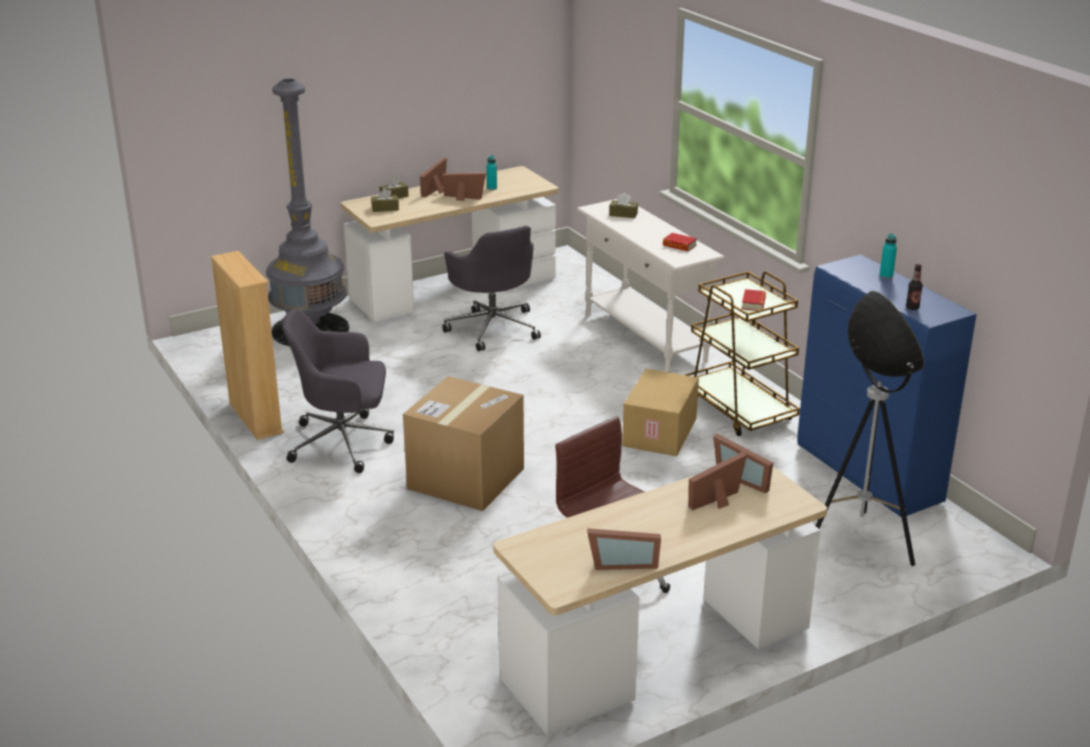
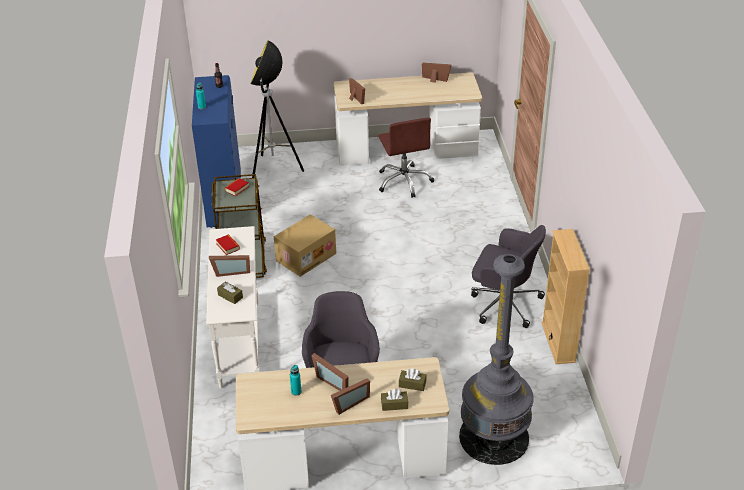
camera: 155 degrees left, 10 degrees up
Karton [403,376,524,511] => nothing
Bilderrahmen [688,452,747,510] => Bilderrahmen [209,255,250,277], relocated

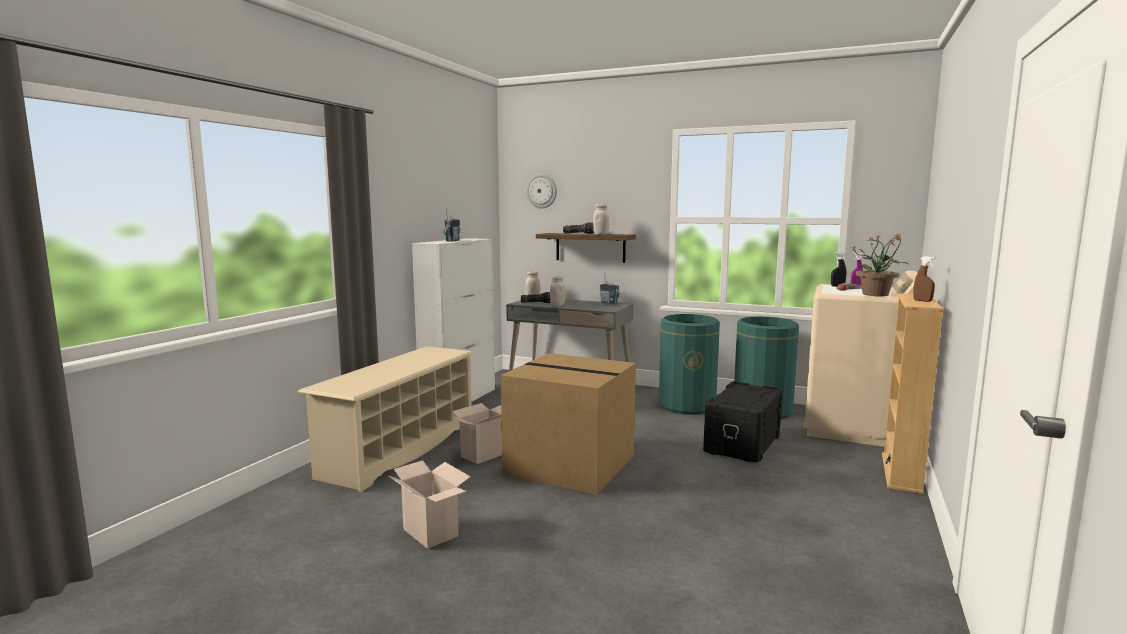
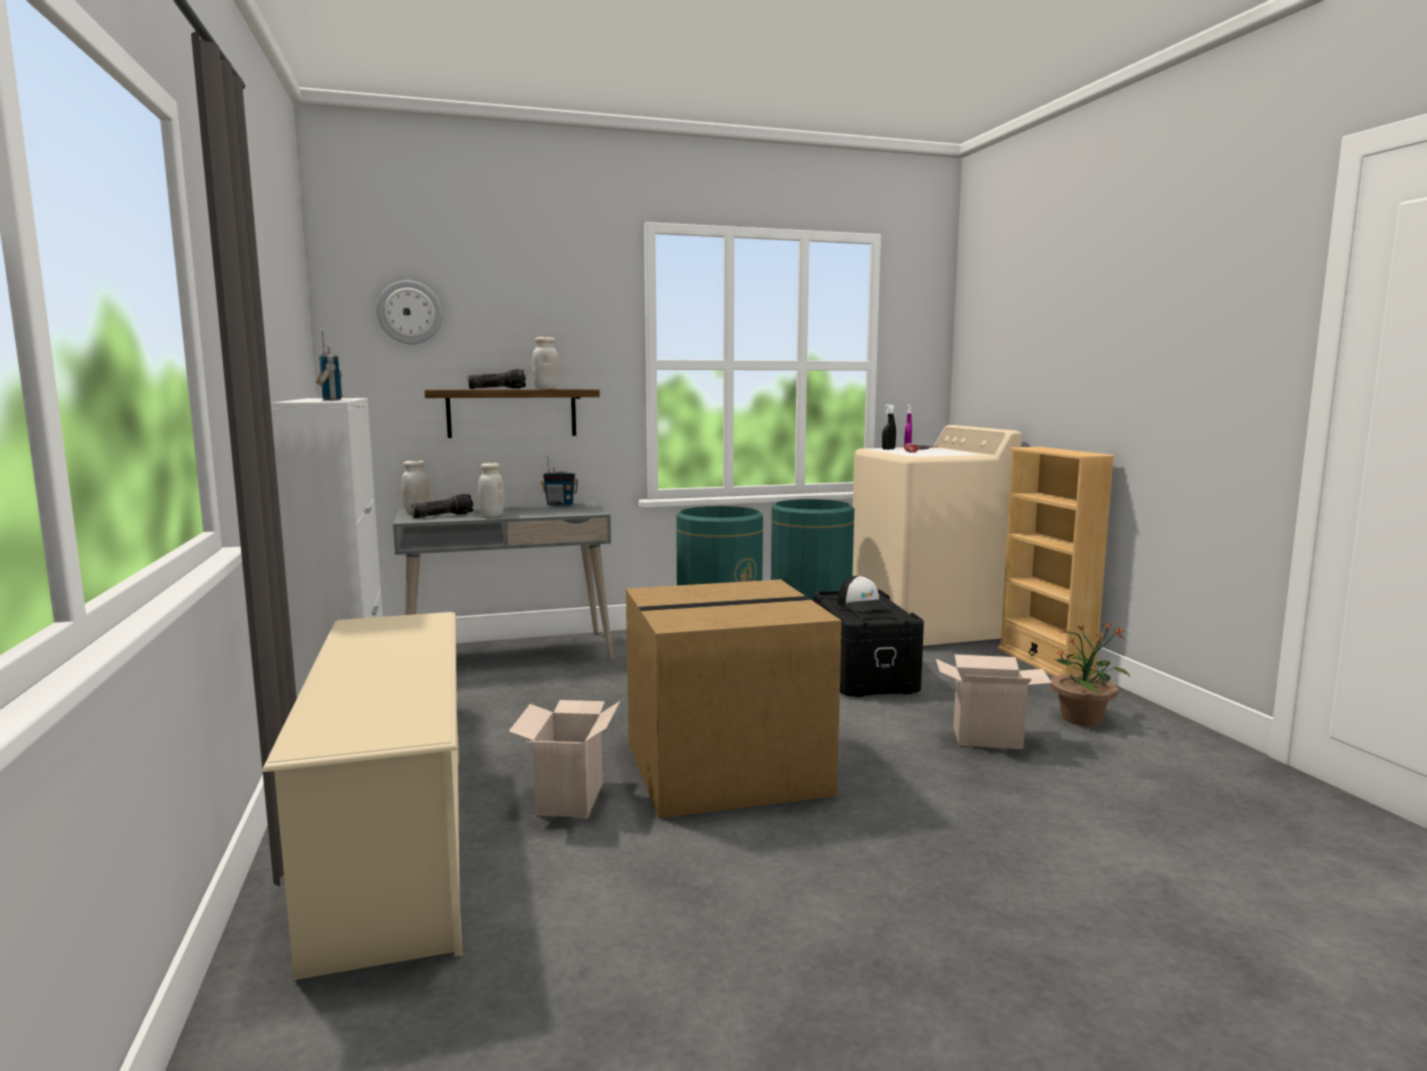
camera: 40 degrees left, 0 degrees up
Karton [388,460,470,549] => Karton [936,654,1052,749], relocated
Topfpflanze [852,234,908,296] => Topfpflanze [1050,622,1130,726], relocated
Sprühflasche [braun] [914,256,935,302] => nothing
nothing => Kappe [838,575,891,612]

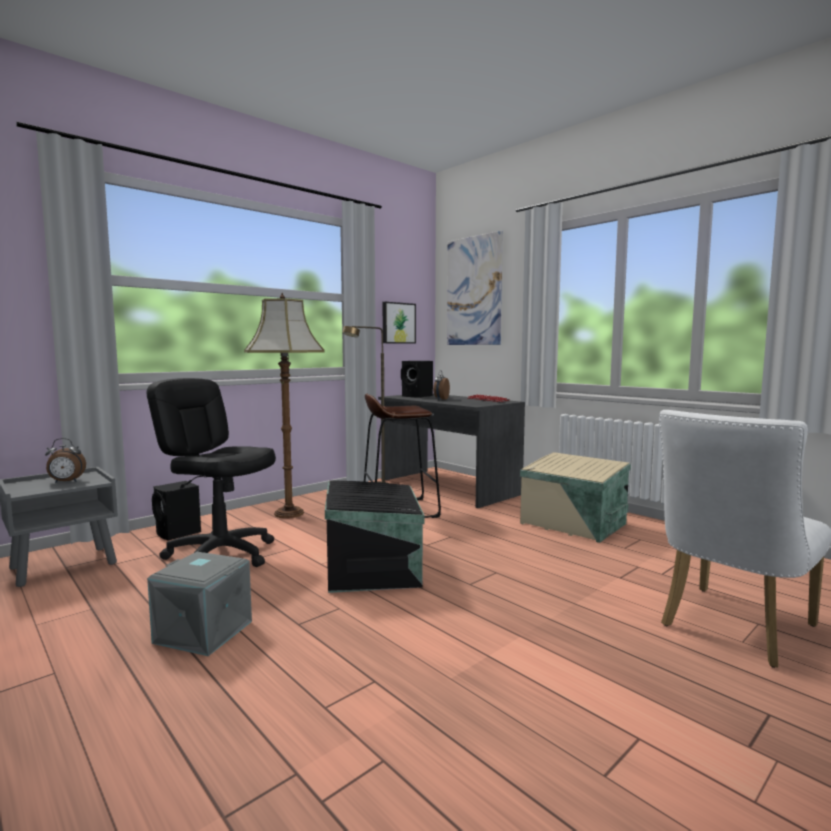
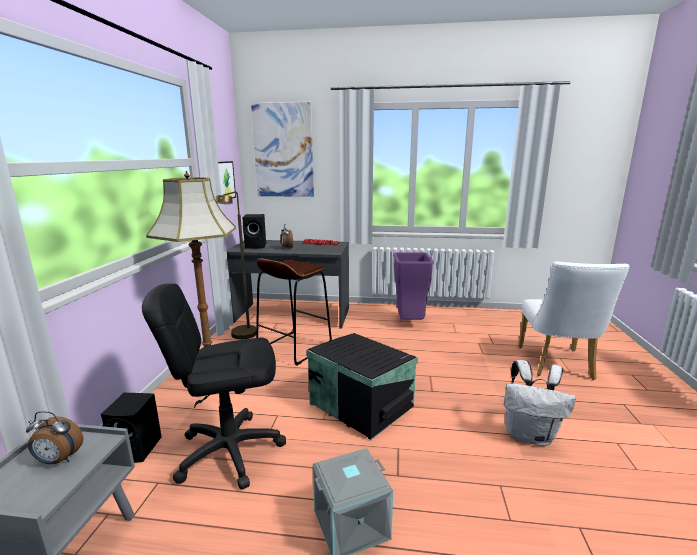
camera: 40 degrees left, 10 degrees up
Wecker [45,438,86,483] => Wecker [26,411,83,464], 60 degrees clockwise
Aufbewahrungsbox [beige] [520,452,631,543] => Mülleimer [lila] [393,252,434,320]
nothing => Rucksack [weiß] [504,360,576,446]

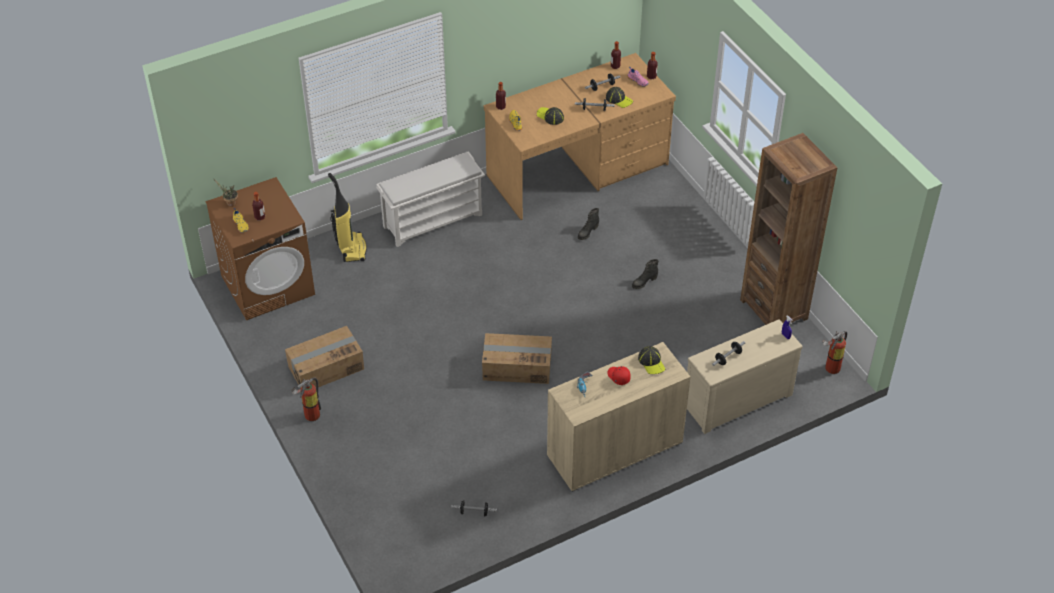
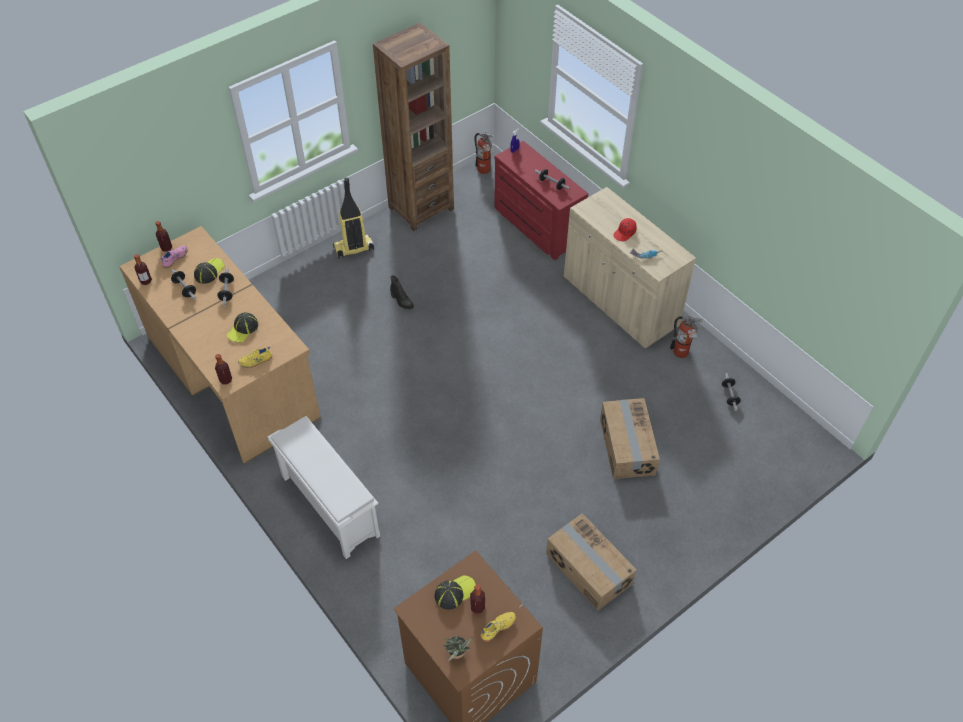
camera: 100 degrees left, 5 degrees up
Feuerlöscher [291,378,321,421] => Feuerlöscher [670,316,703,358], relocated
Staubsauger [328,173,367,262] => Staubsauger [333,178,374,258], relocated
Karton [482,333,552,384] => Karton [600,398,660,479], relocated
Stiefel [schwarz] [578,208,599,240] => nothing
Kappe [638,346,665,374] => Kappe [435,575,476,609], relocated
Kommode [beige] [687,319,803,434] => Kommode [rot] [494,141,588,260]

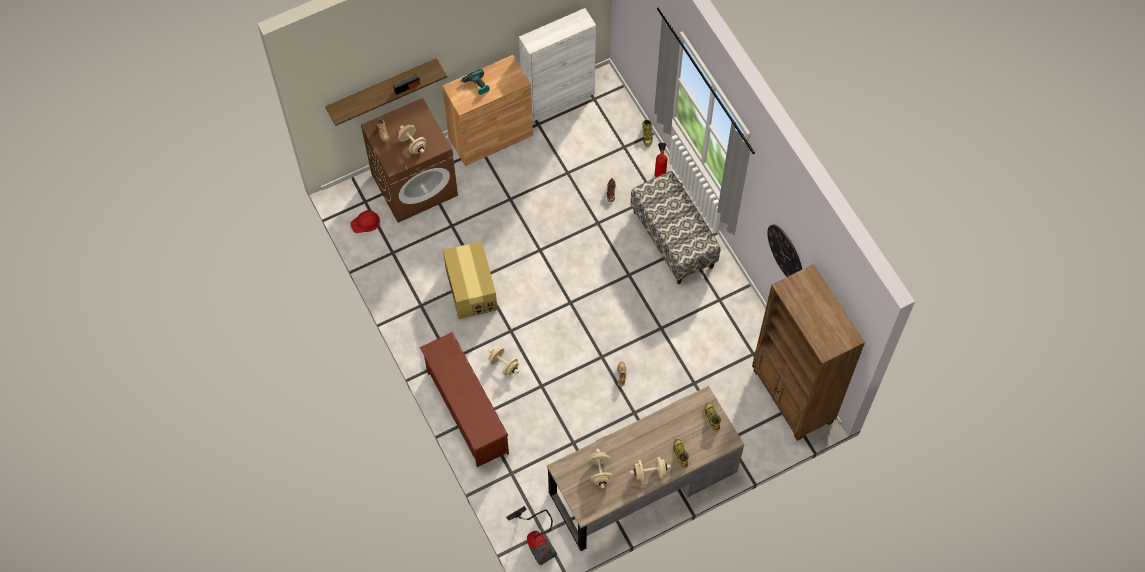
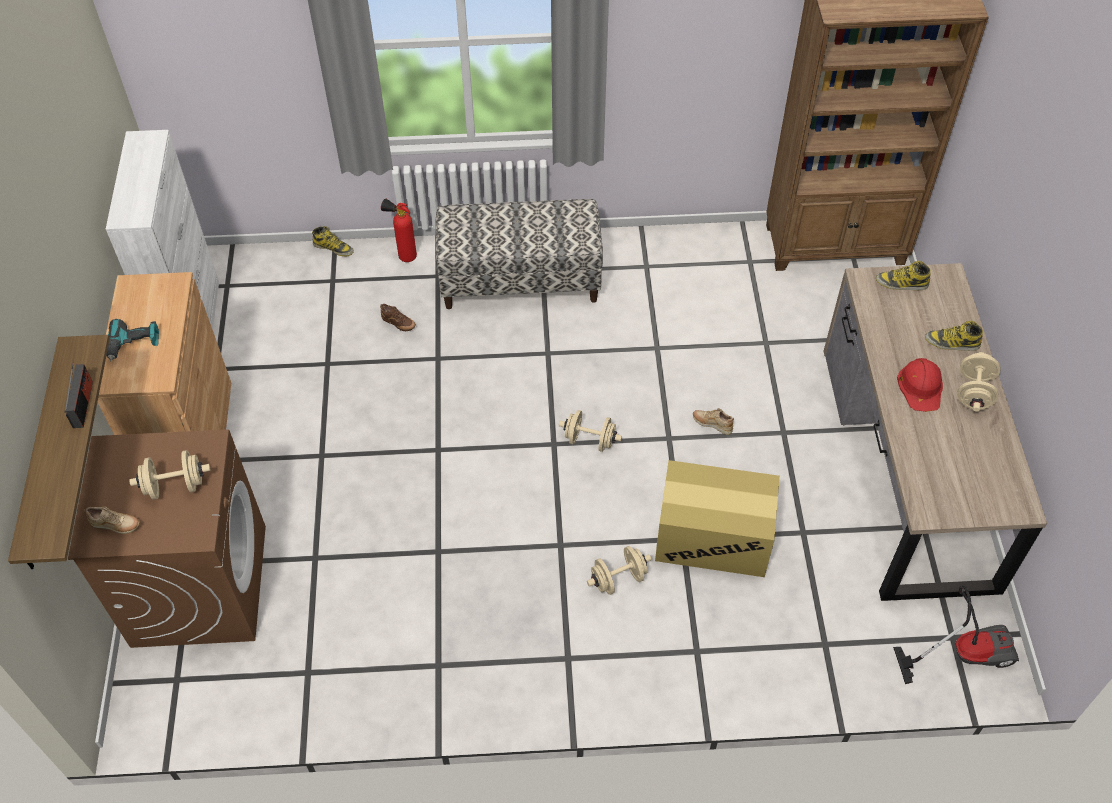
camera: 65 degrees left, 10 degrees down
Schutzhelm [rot] [350,210,380,233] => Schutzhelm [rot] [897,358,943,412], relocated
Schuhregal [braun] [420,332,509,467] => nothing
Karton [443,241,497,319] => Karton [655,460,780,577], relocated
Hantel [beige] [588,449,613,488] => Hantel [beige] [559,410,622,452], relocated
Wanduhr [767,224,802,277] => nothing

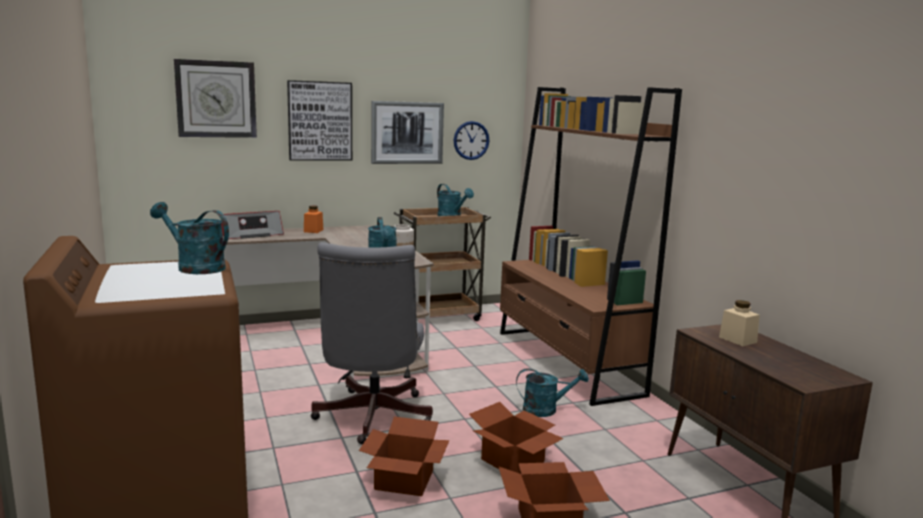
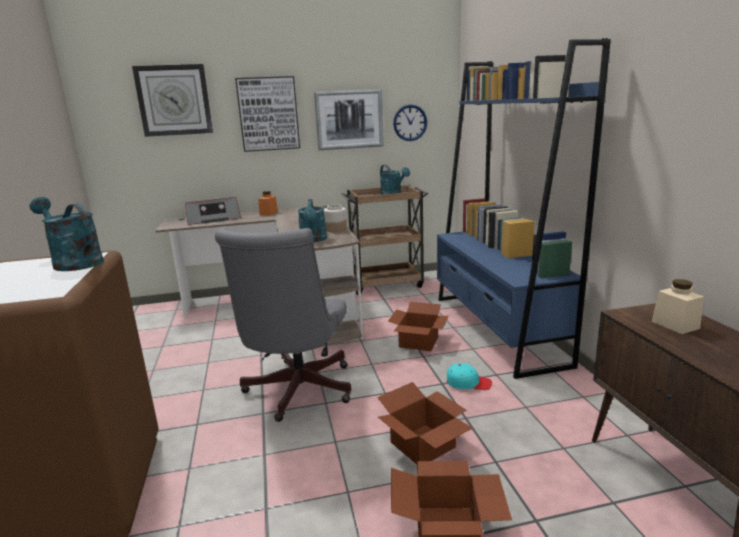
camera: 10 degrees right, 5 degrees up
Karton [359,417,449,496] => Karton [388,302,449,351], relocated
Bücherregal [braun] [500,87,682,406] => Bücherregal [blau] [437,38,611,379]
Gießkanne [türkis] [516,368,589,417] => Kappe [türkis] [447,363,492,390]

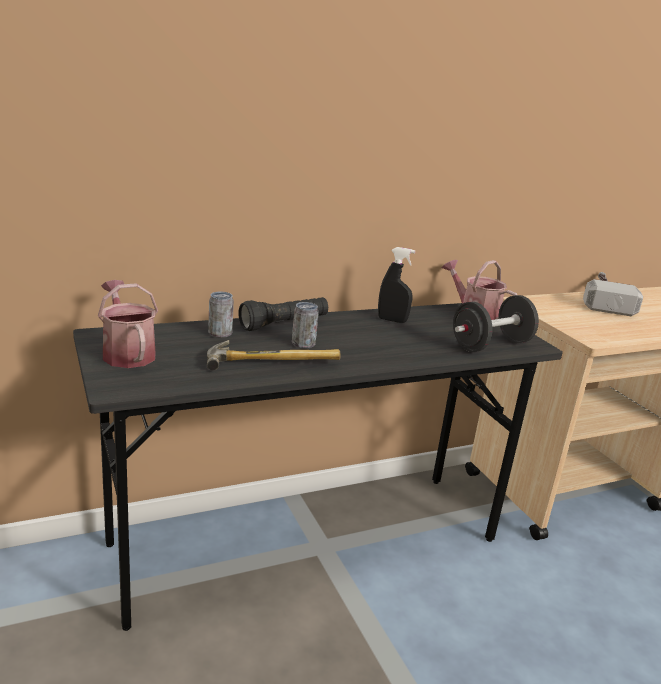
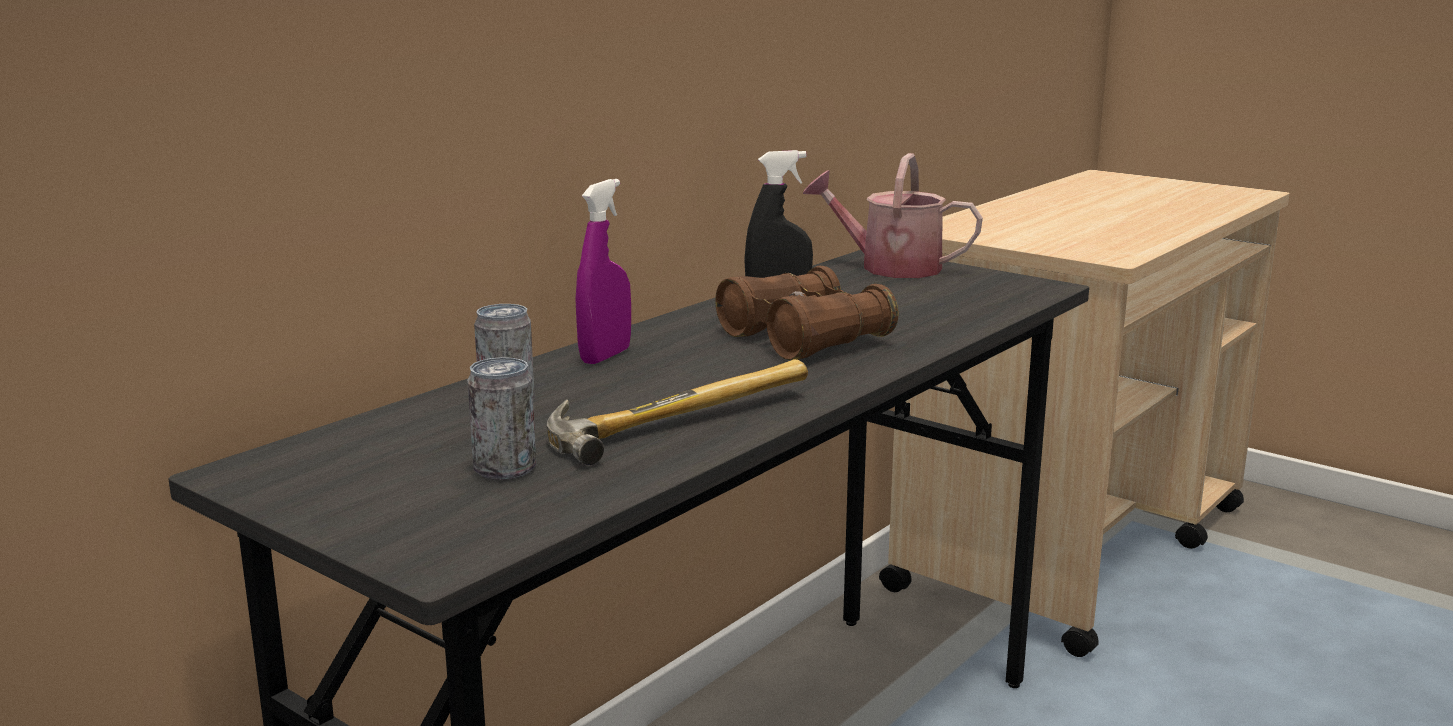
camera: 25 degrees left, 5 degrees down
Gießkanne [98,280,158,368] => nothing
Taschenlampe [schwarz] [238,297,328,331] => Sprühflasche [lila] [575,179,631,364]
Dose [292,302,319,349] => Dose [467,357,536,480], relocated
Hantel [schwarz] [453,295,539,352] => nothing
Hammer [583,272,643,316] => nothing
nothing => Fernglas [braun] [715,266,898,360]

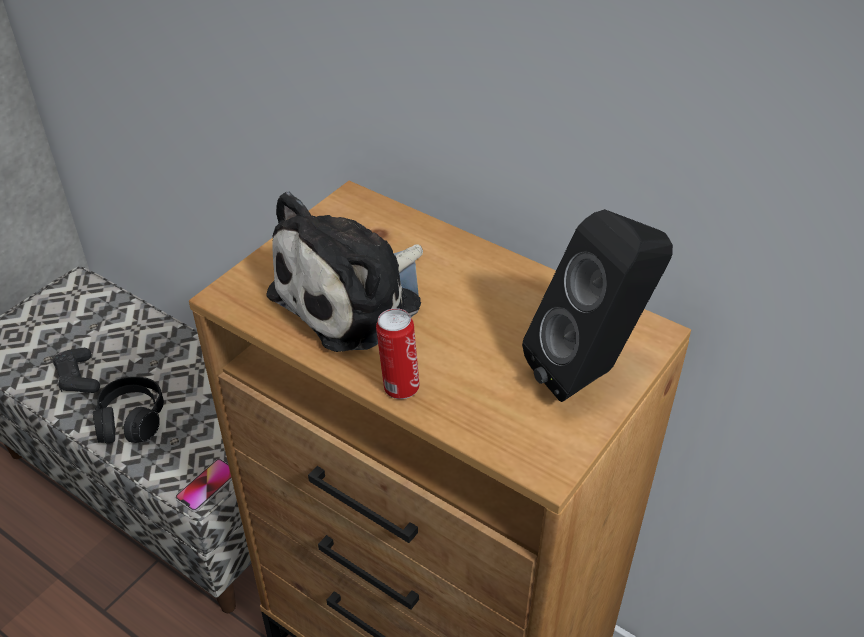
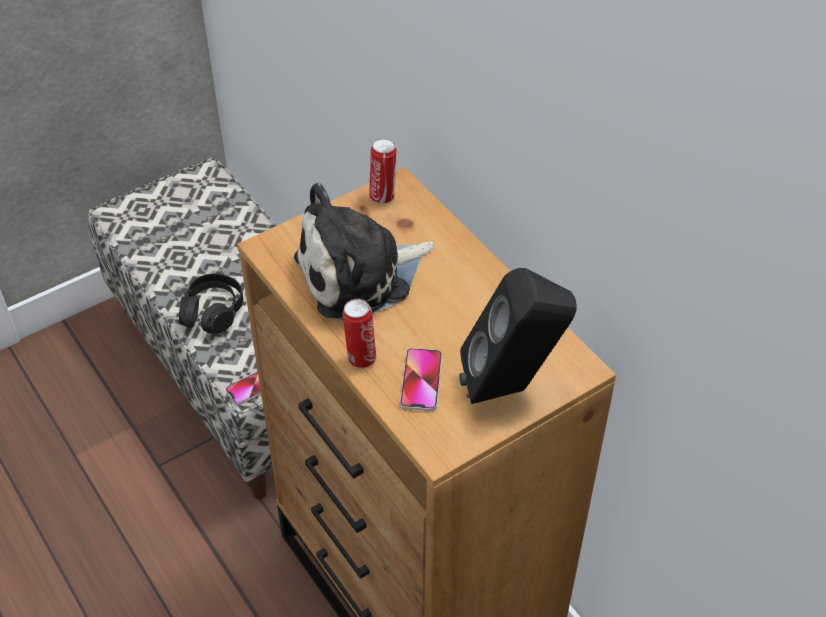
camera: 20 degrees right, 5 degrees up
Gamepad [schwarz] [53,348,100,393] => nothing
nothing => Dose [369,139,397,204]
nothing => Handy [400,348,442,411]

